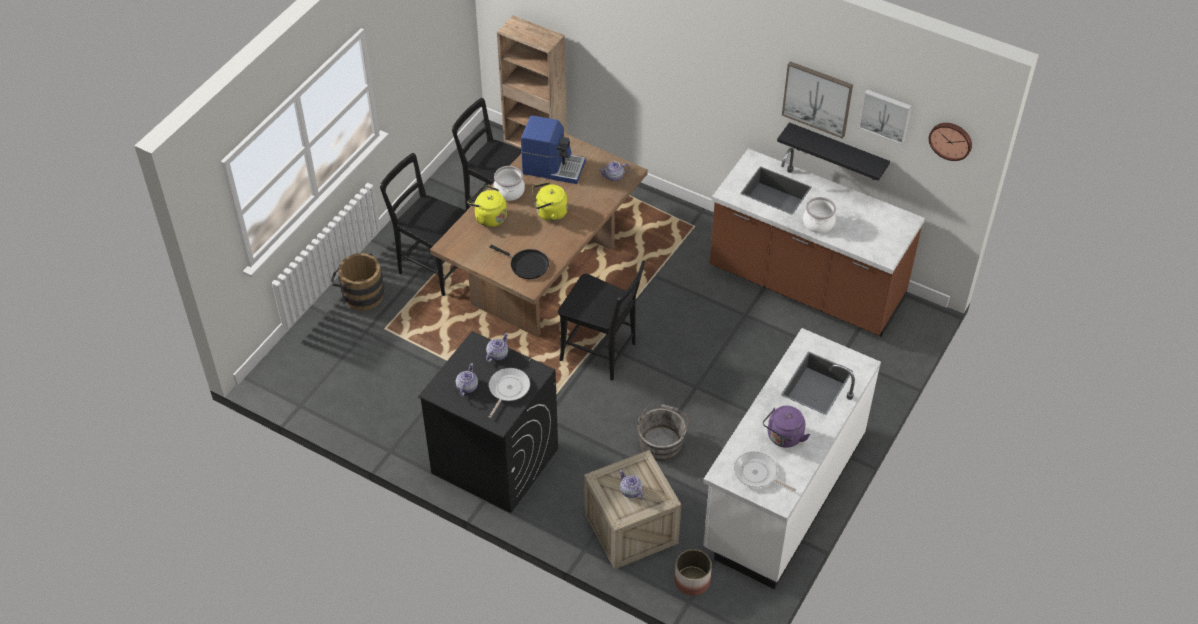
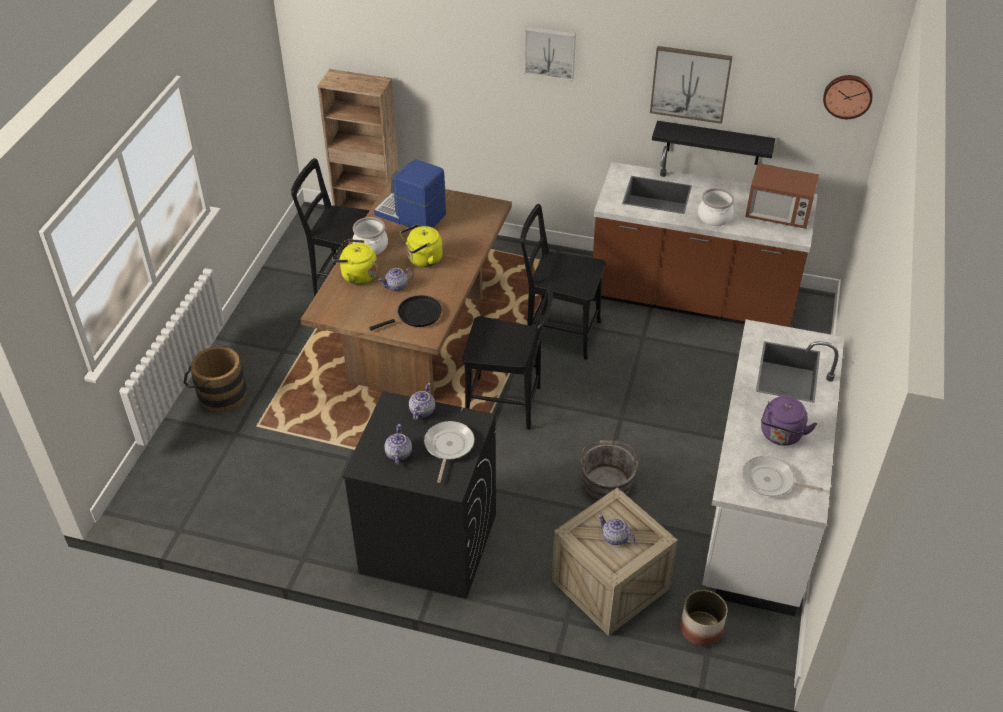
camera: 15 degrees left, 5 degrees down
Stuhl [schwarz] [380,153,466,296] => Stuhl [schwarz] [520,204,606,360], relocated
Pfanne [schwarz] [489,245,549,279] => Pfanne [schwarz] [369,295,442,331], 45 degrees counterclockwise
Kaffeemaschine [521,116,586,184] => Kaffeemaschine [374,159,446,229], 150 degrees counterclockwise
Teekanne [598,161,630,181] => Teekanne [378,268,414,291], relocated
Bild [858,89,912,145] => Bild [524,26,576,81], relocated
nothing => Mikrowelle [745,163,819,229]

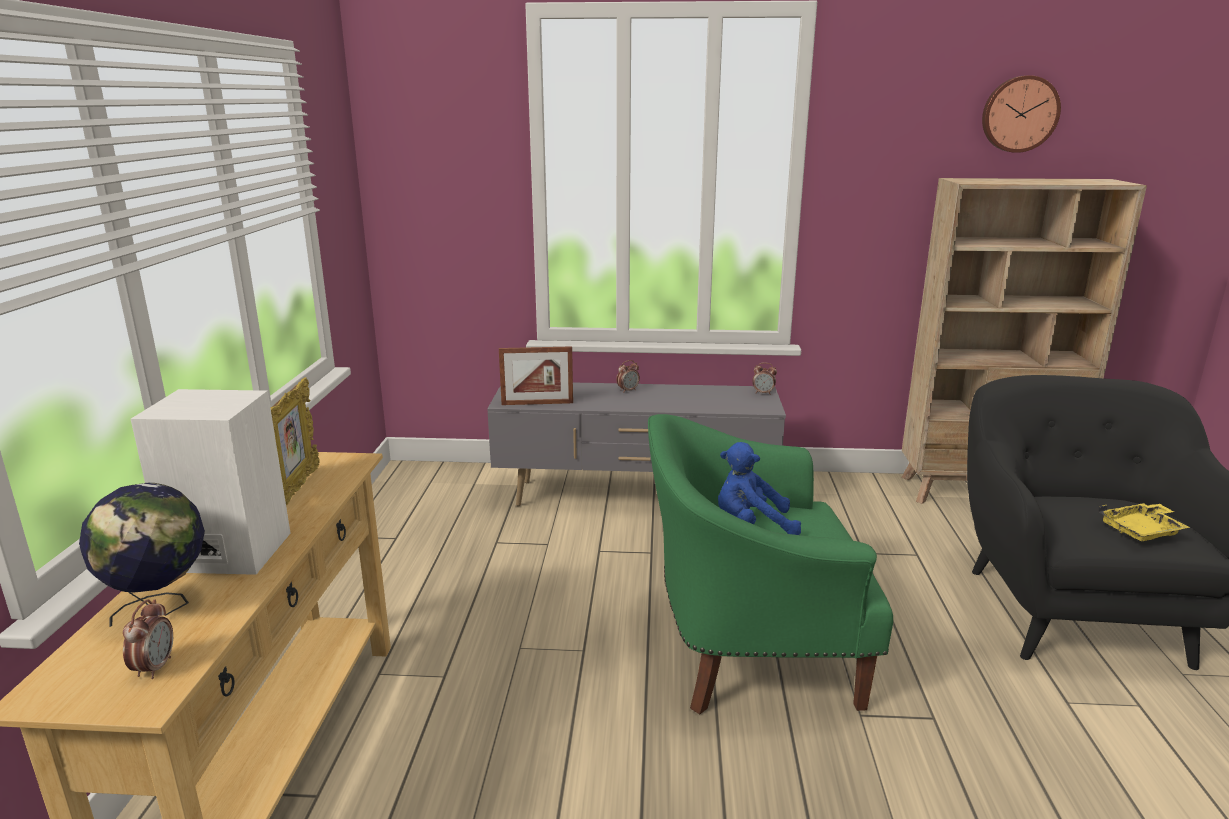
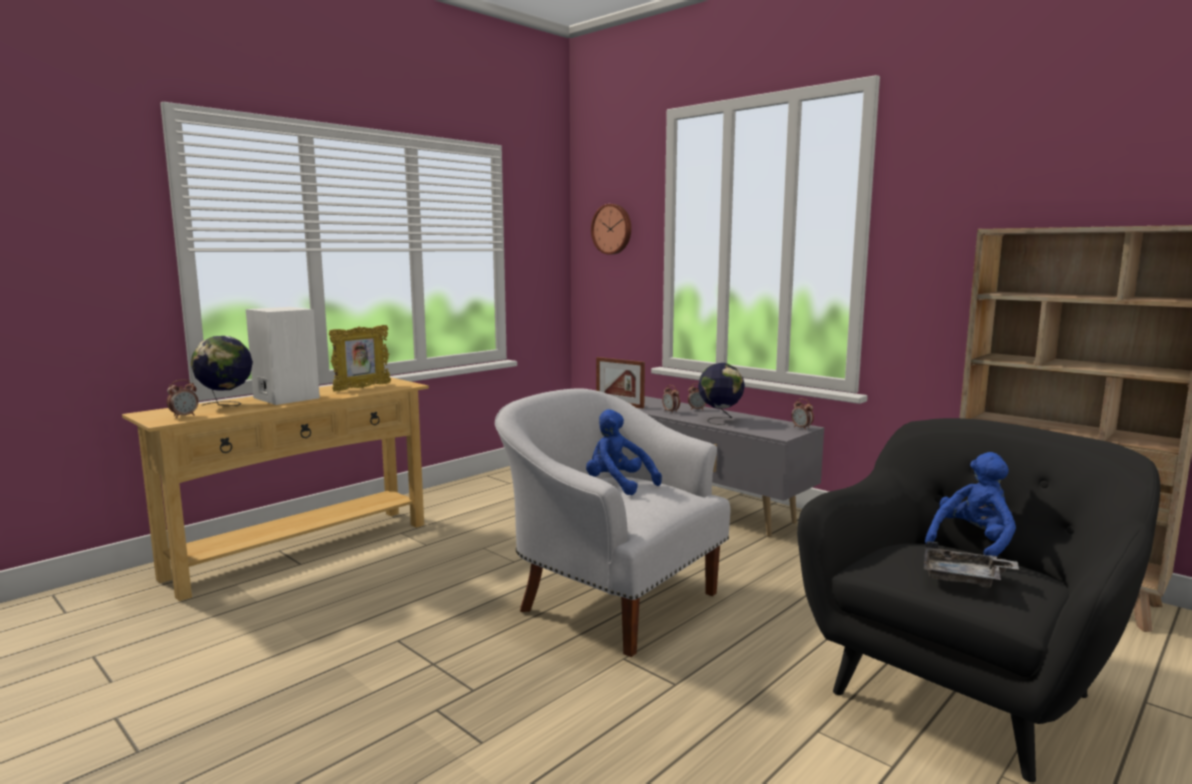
camera: 40 degrees right, 10 degrees down
Sessel [grün] [648,414,893,715] => Sessel [weiß] [495,388,730,657]
Wanduhr [982,75,1061,153] => Wanduhr [591,204,631,255], relocated
Tablett [gelb] [1098,503,1191,541] => Tablett [grau] [924,541,1019,588]
nothing => Wecker [662,385,680,413]
nothing => Globus [698,363,745,425]
nothing => Plüschtier [blau] [925,452,1016,556]

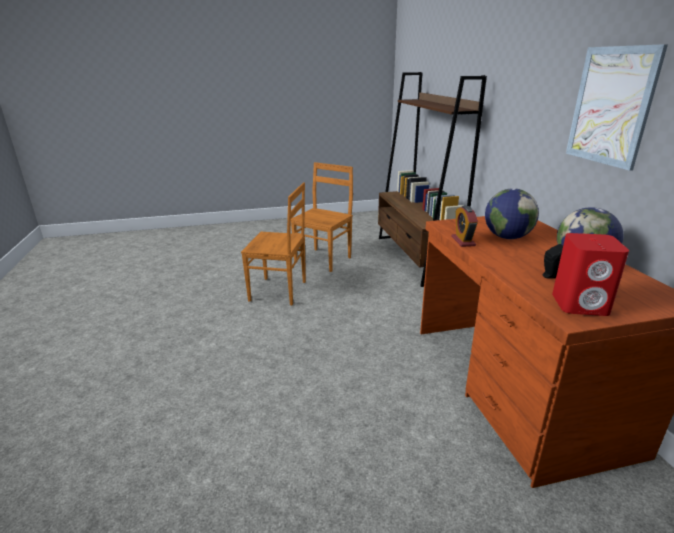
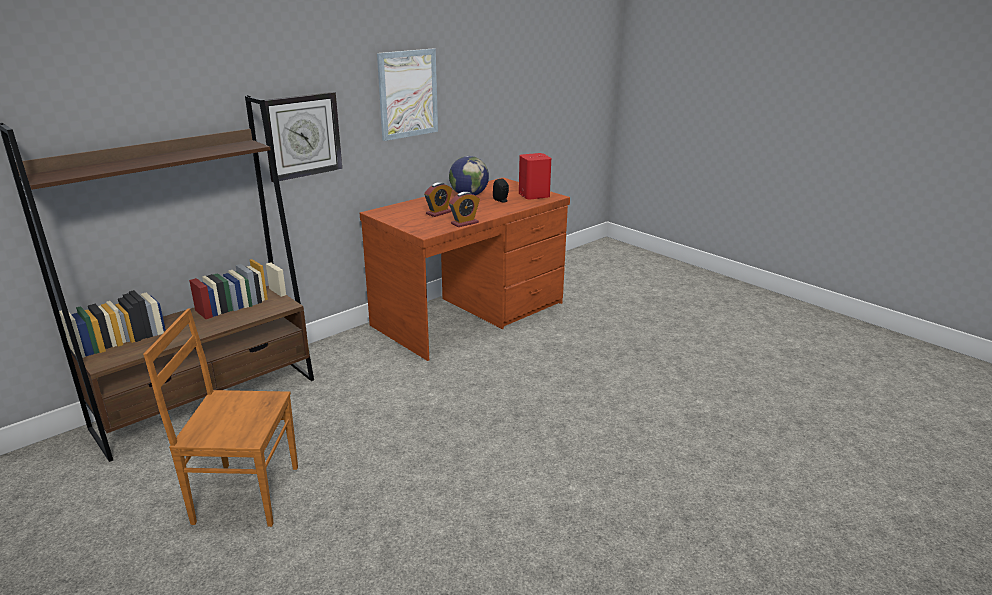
camera: 120 degrees left, 0 degrees up
Stuhl [braun] [241,182,306,305] => nothing
Globus [485,188,539,239] => Wecker [424,182,452,217]
nothing => Wanduhr [265,92,342,182]

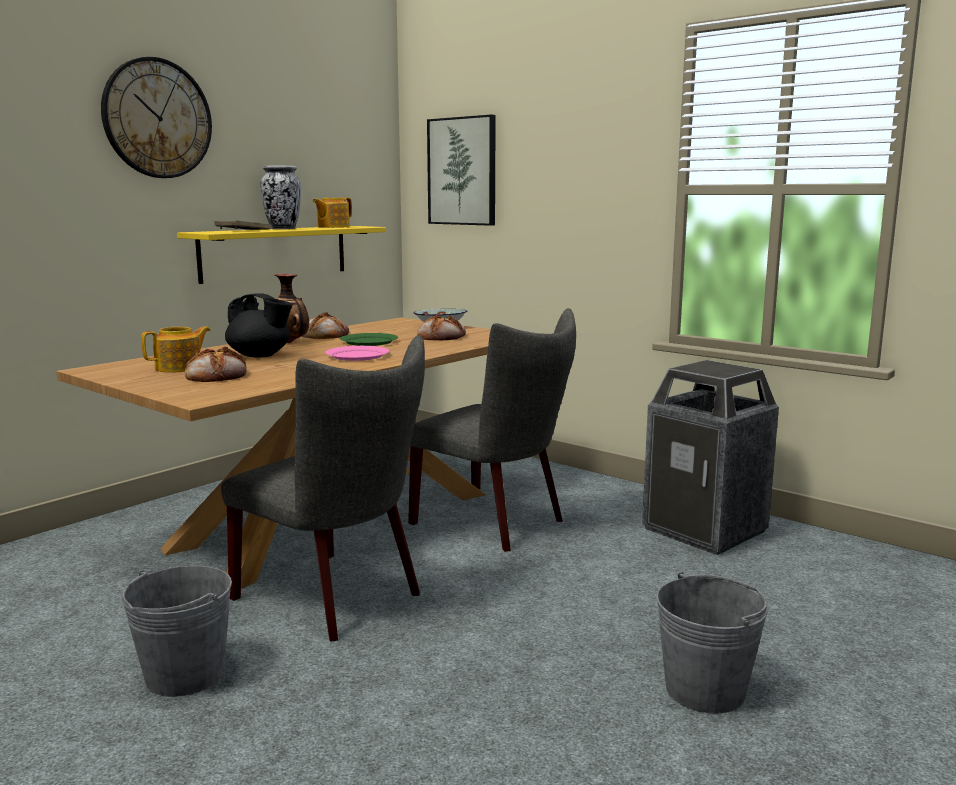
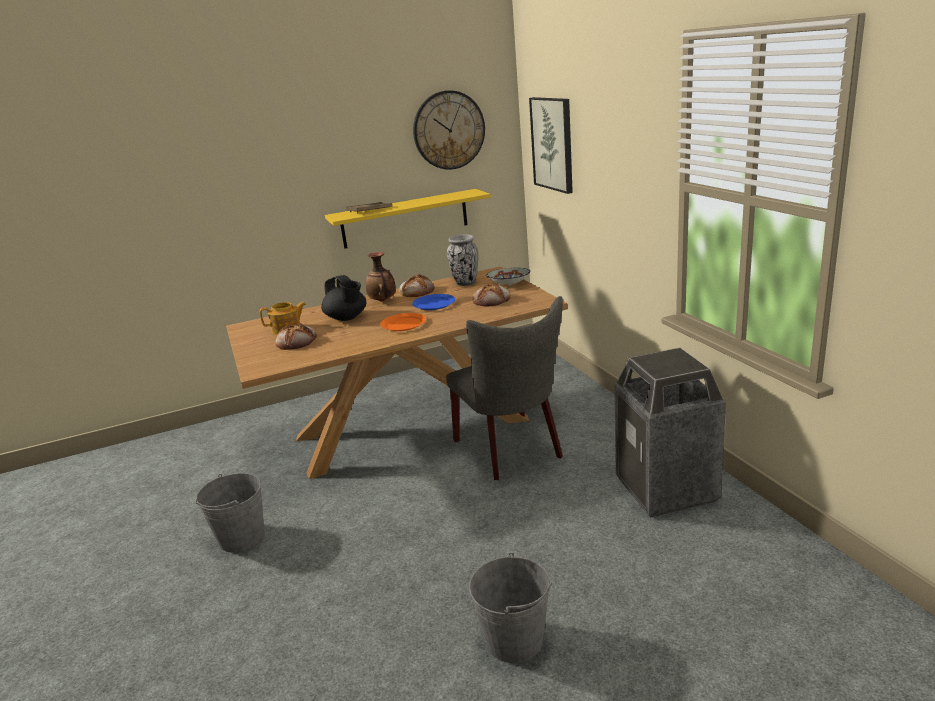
camera: 30 degrees right, 10 degrees up
Wanduhr [101,57,212,178] => Wanduhr [413,90,485,170], relocated
Stuhl [grau] [221,335,425,642] => nothing
Vase [260,166,301,229] => Vase [447,234,478,286], relocated
Teekanne [312,198,352,228] => nothing
Teller [rosa] [325,346,389,361] => Teller [orange] [380,313,426,331]
Teller [grün] [340,333,398,346] => Teller [blau] [412,294,455,310]

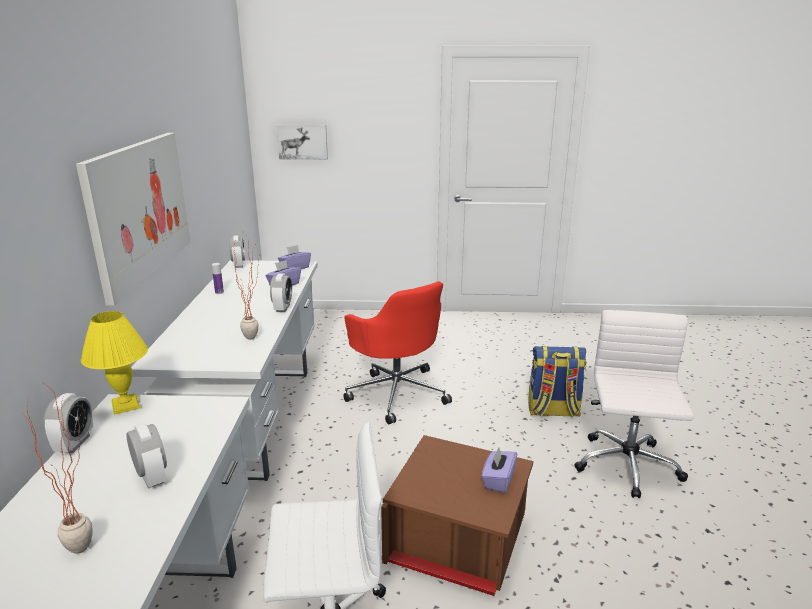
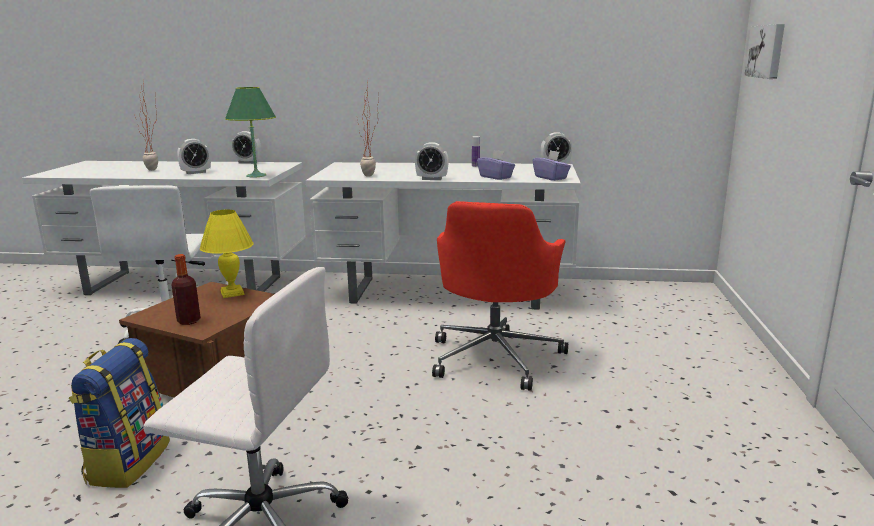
camera: 95 degrees right, 5 degrees down
Bild [76,133,191,306] => nothing
Tischlampe [gelb] [81,311,148,415] => Tischlampe [gelb] [200,210,254,298], relocated
Bürostuhl [rot] [343,281,452,425] => Bürostuhl [rot] [432,201,568,391], 45 degrees counterclockwise
Taschentuchbox [lila] [481,447,517,493] => Flasche [172,254,201,325]
Rucksack [528,346,586,417] => Rucksack [69,338,170,488], relocated
nothing => Tischlampe [grün] [225,87,276,178]

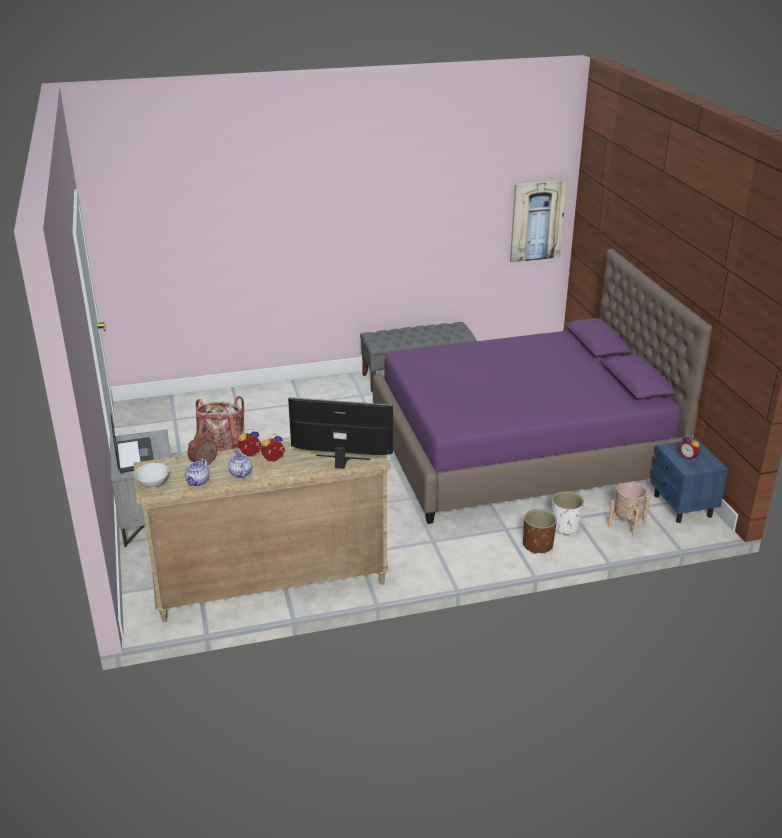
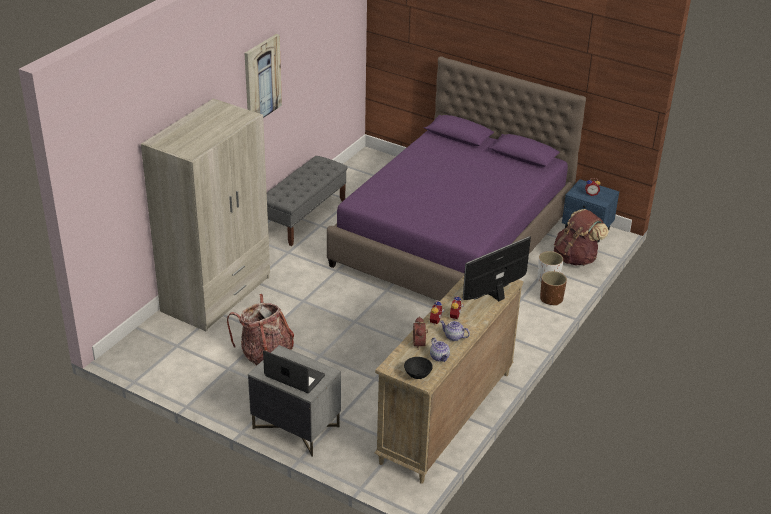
camera: 45 degrees left, 5 degrees up
Schüssel [weiß] [135,463,169,488] => Schüssel [schwarz] [404,357,433,379]
Bild [510,180,567,263] => Bild [245,34,282,118], relocated
Pflanzkübel [beige] [608,482,650,537] => Rucksack [braun] [554,209,609,265]
nothing => Kleiderschrank [beige] [141,99,270,331]

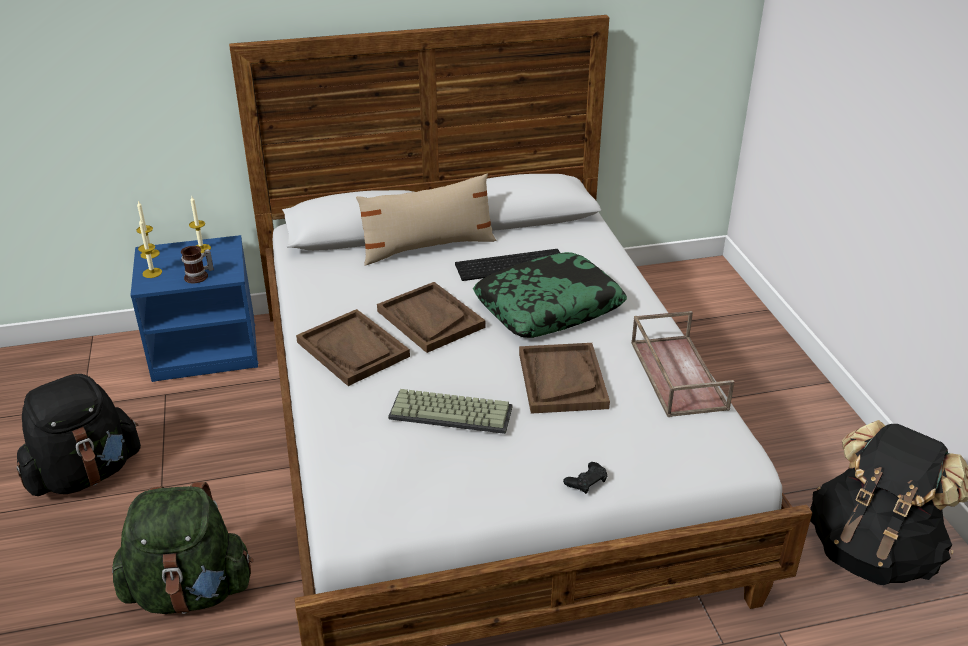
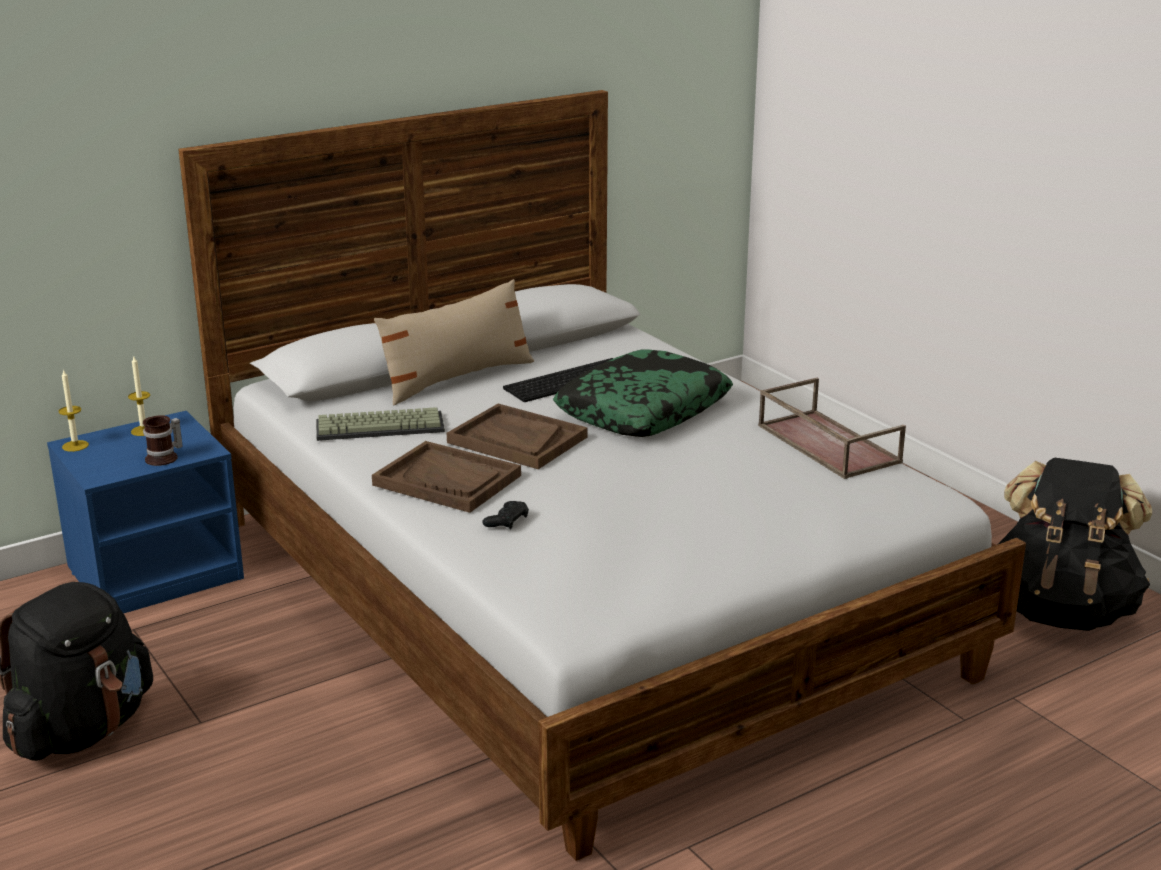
camera: 20 degrees left, 10 degrees down
Rucksack [grün] [112,482,253,614] => nothing
Kerze [138,219,162,278] => nothing
Tastatur [388,389,513,434] => Tastatur [316,407,445,441], relocated
Tablett [braun] [519,343,610,414] => nothing
Gamepad [schwarz] [563,462,607,494] => Gamepad [schwarz] [483,501,529,529], relocated

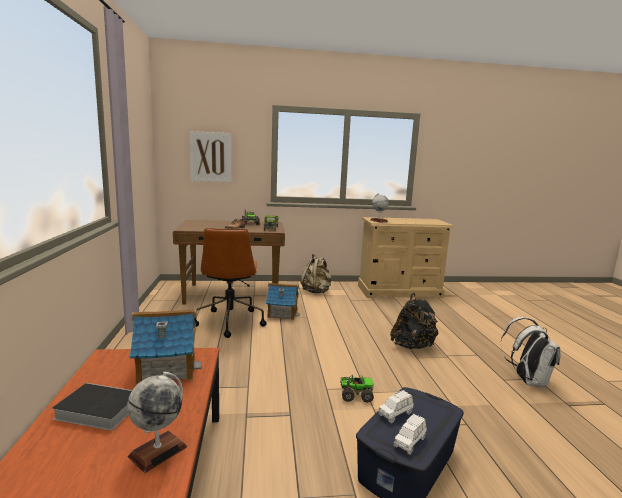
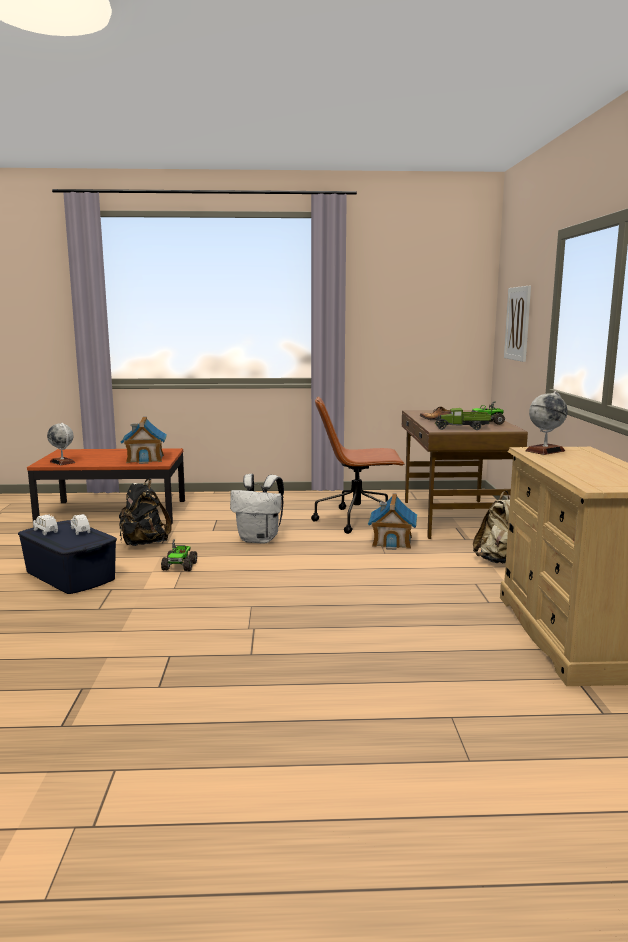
camera: 95 degrees right, 0 degrees up
Buch [52,383,132,430] => nothing
Rucksack [schwarz] [390,293,438,349] => Rucksack [schwarz] [119,479,172,546], relocated
Rucksack [weiß] [500,317,560,388] => Rucksack [weiß] [230,474,284,544], relocated

